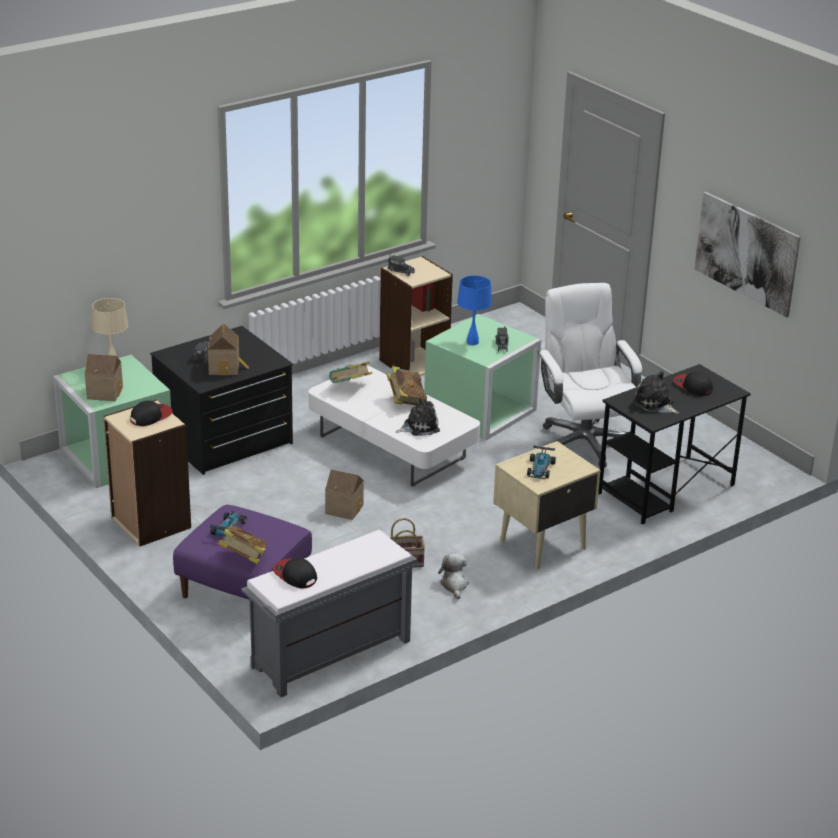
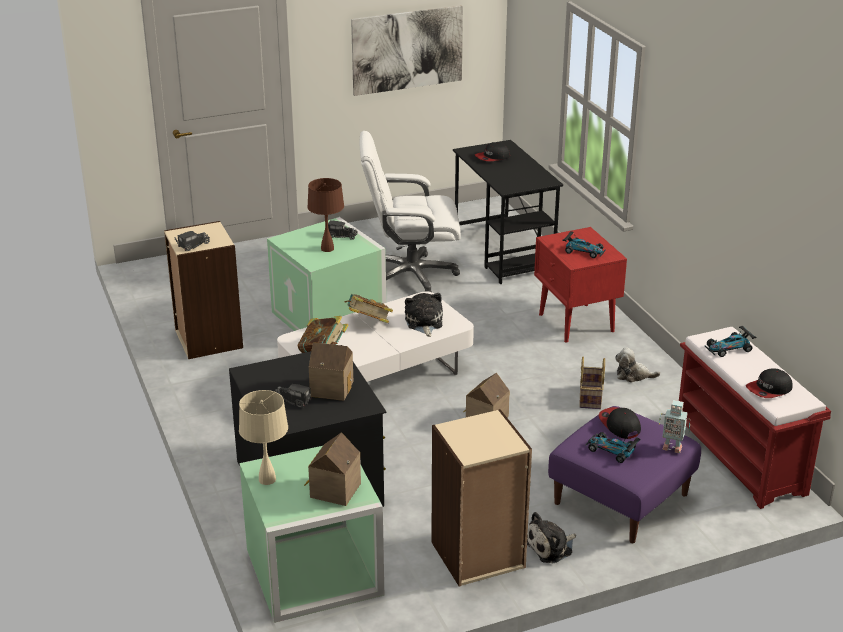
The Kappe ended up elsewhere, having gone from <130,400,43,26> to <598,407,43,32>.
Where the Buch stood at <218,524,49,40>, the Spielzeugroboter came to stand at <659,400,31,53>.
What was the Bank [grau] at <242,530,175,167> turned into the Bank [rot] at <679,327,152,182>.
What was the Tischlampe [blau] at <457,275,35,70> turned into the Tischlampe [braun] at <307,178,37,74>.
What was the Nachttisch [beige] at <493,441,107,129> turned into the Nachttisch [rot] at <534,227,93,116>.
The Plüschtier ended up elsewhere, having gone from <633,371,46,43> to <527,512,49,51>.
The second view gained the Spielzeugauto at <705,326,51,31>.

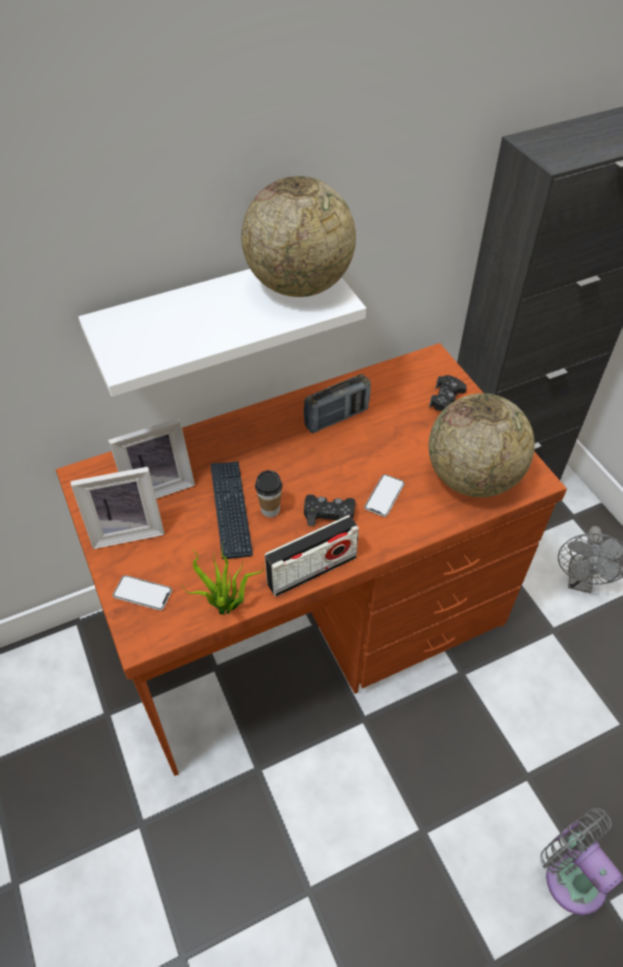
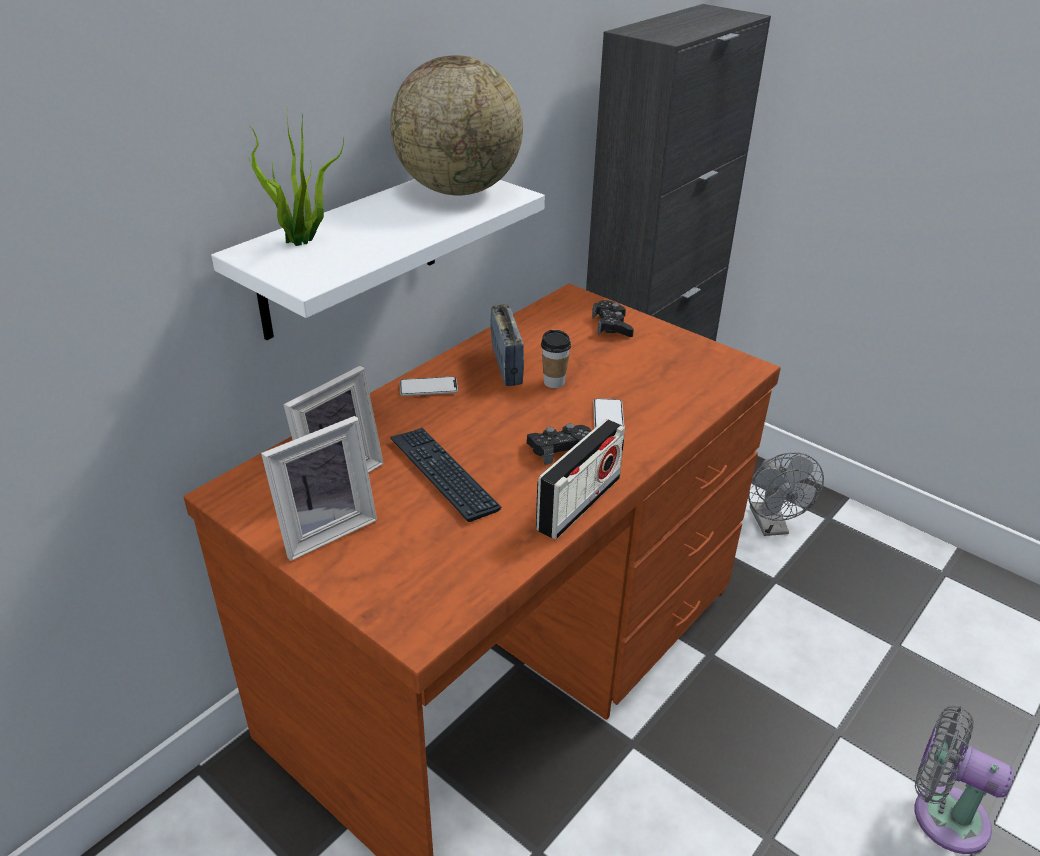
The Handy ended up elsewhere, having gone from <113,575,59,35> to <399,376,59,20>.
The Topfpflanze ended up elsewhere, having gone from <182,540,82,74> to <248,106,96,140>.
The Tasse ended up elsewhere, having gone from <255,470,28,47> to <541,330,30,58>.
The Radio at <304,374,67,59> ended up facing another way, 45 degrees counterclockwise from before.
The second view lost the Globus at <428,393,107,104>.

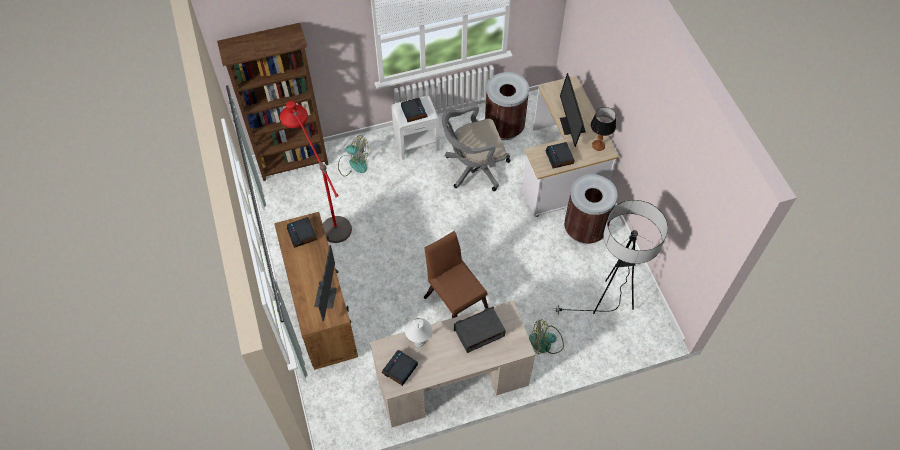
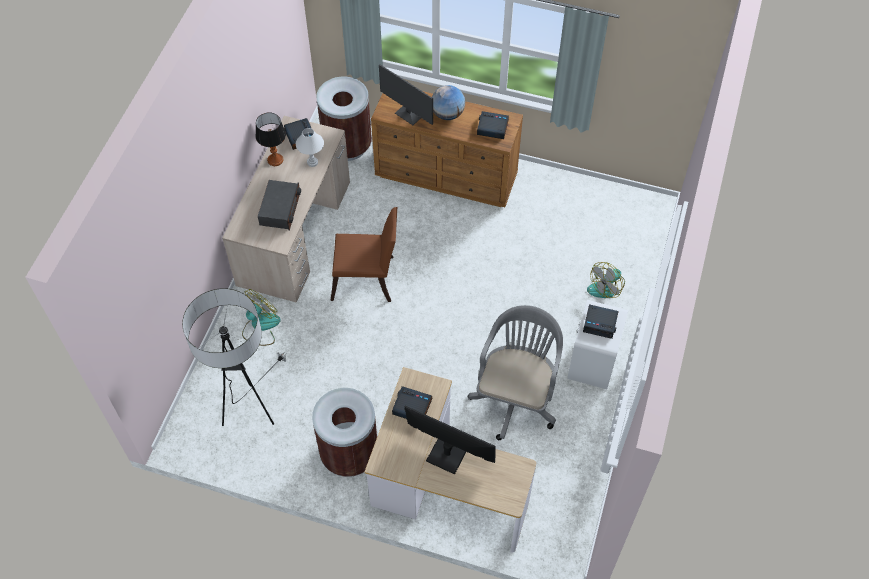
The second view lost the Bücherregal [braun] at <217,23,112,158>.
The second view lost the Stehlampe [rot] at <280,101,72,142>.
The Mülleimer [braun] ended up elsewhere, having gone from <485,72,44,68> to <316,77,56,84>.
The Tischlampe ended up elsewhere, having gone from <591,107,25,44> to <255,112,31,54>.
The second view gained the Globus at <432,85,33,35>.

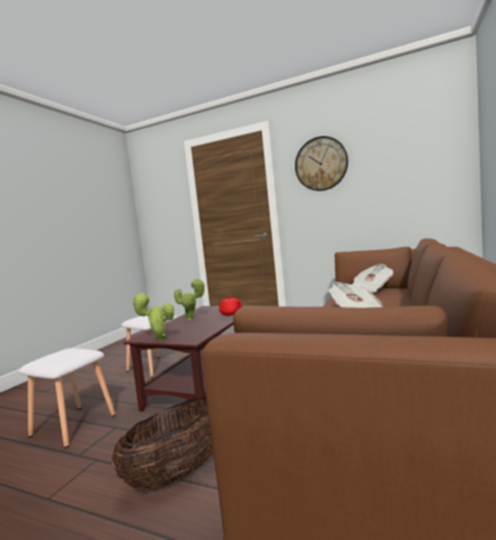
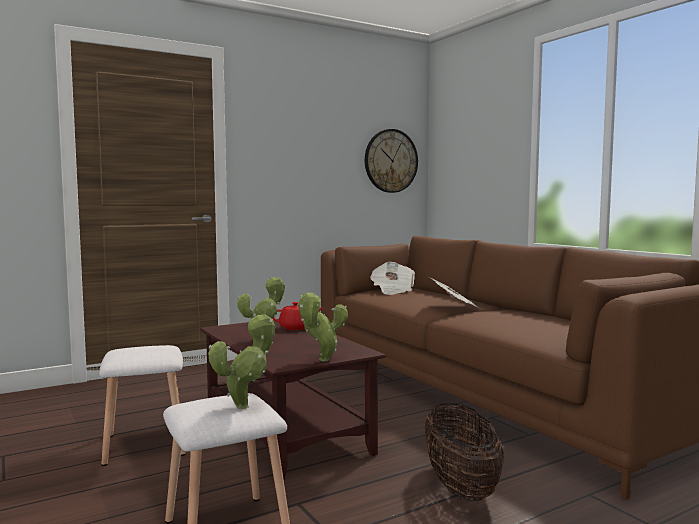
The Wanduhr ended up elsewhere, having gone from <295,136,53,55> to <365,129,53,64>.
The second view gained the Topfpflanze at <208,314,68,95>.

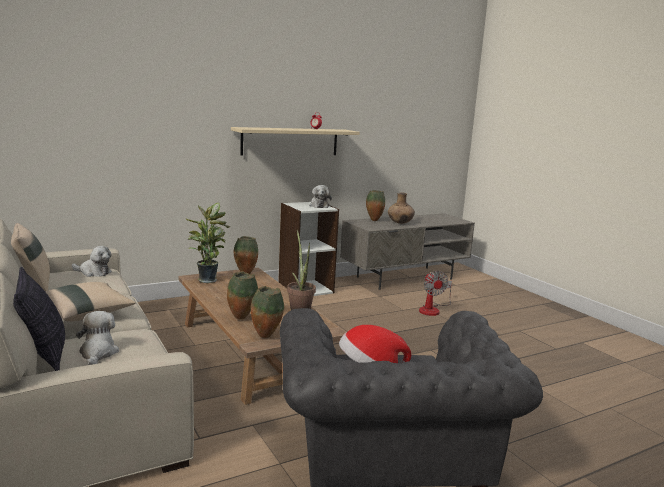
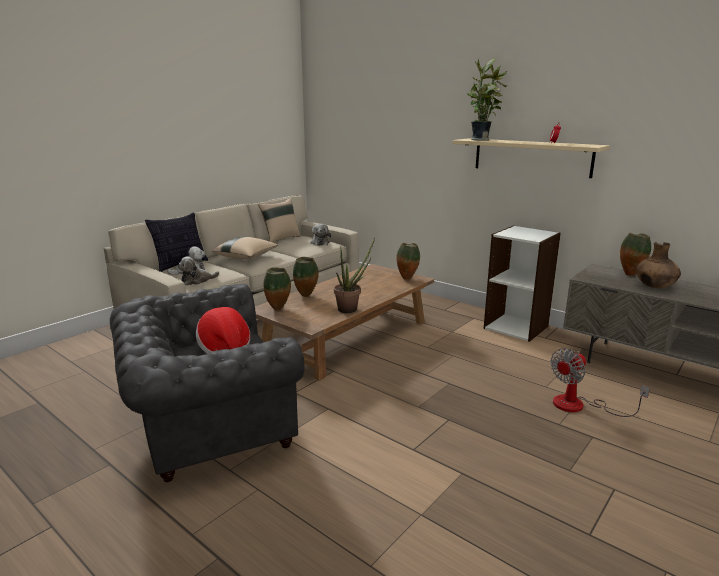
The Topfpflanze ended up elsewhere, having gone from <186,203,44,80> to <467,58,41,83>.
The Plüschtier ended up elsewhere, having gone from <309,185,23,23> to <178,256,41,29>.

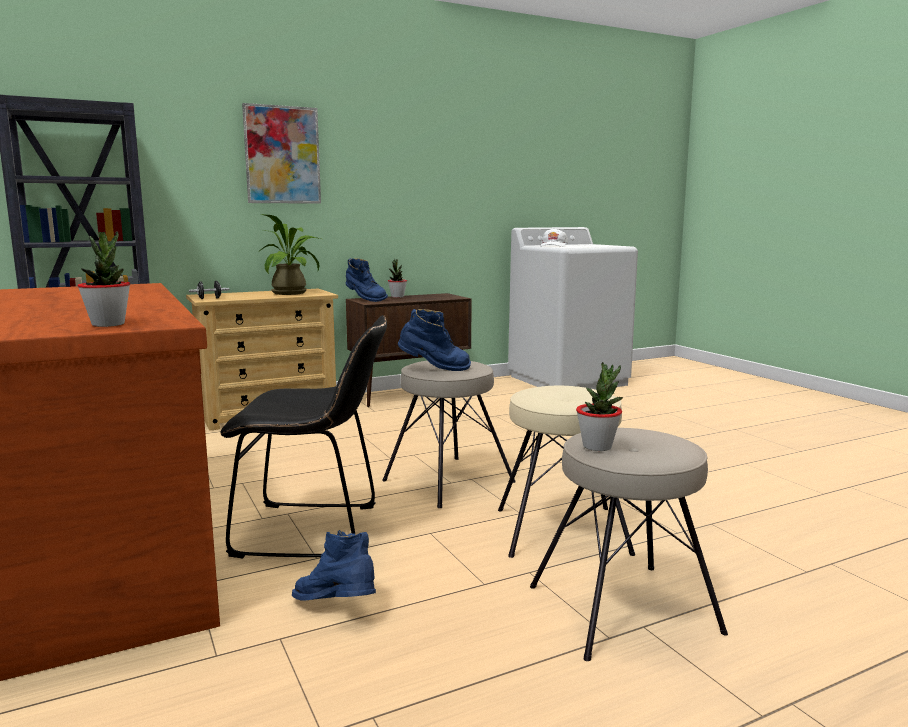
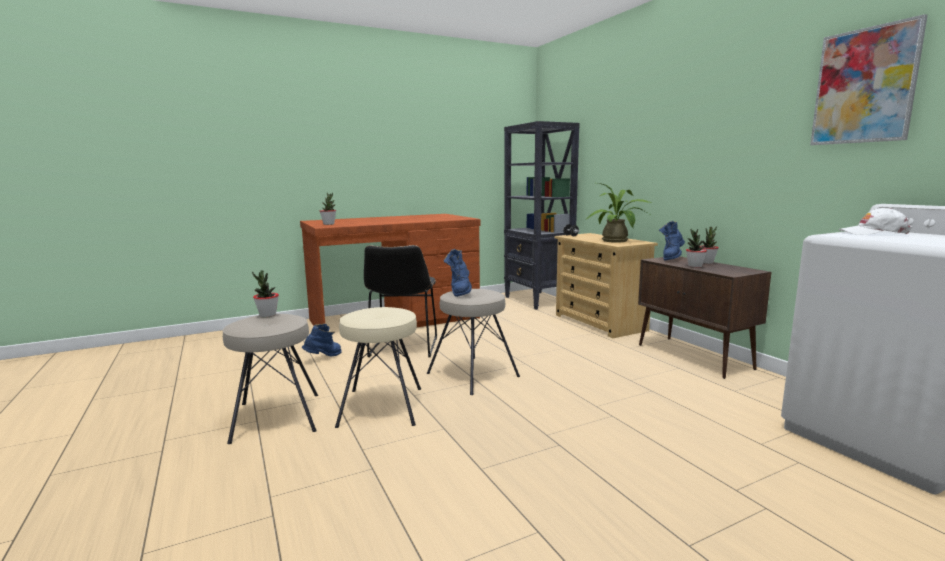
The Bild ended up elsewhere, having gone from <242,103,79,101> to <810,14,118,131>.
The second view gained the Topfpflanze at <686,229,21,39>.

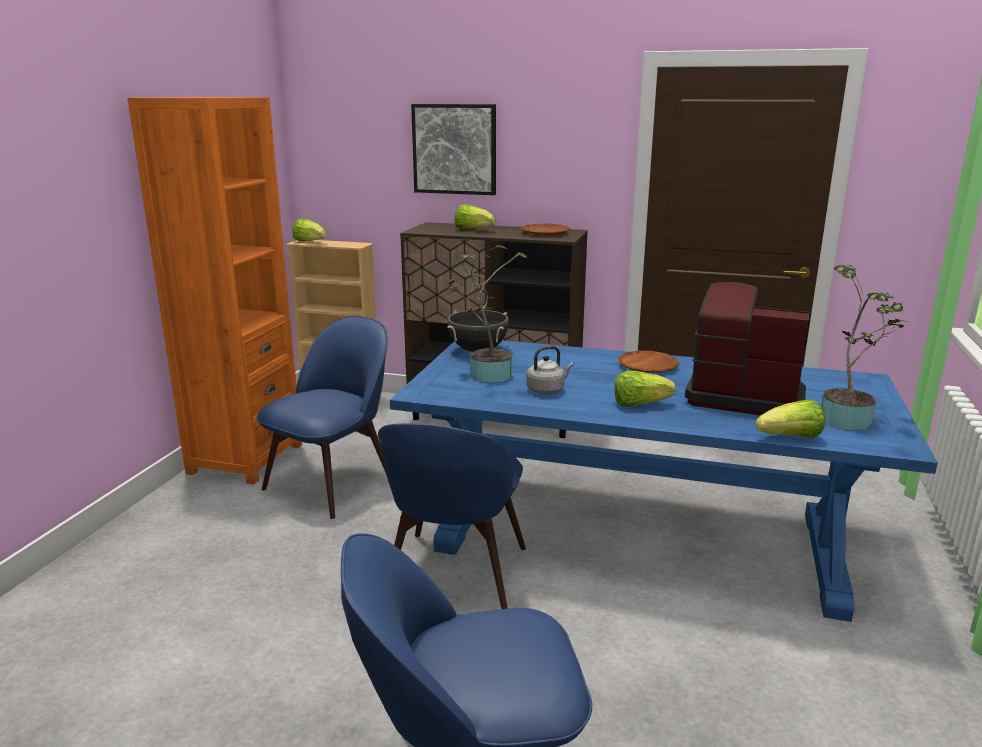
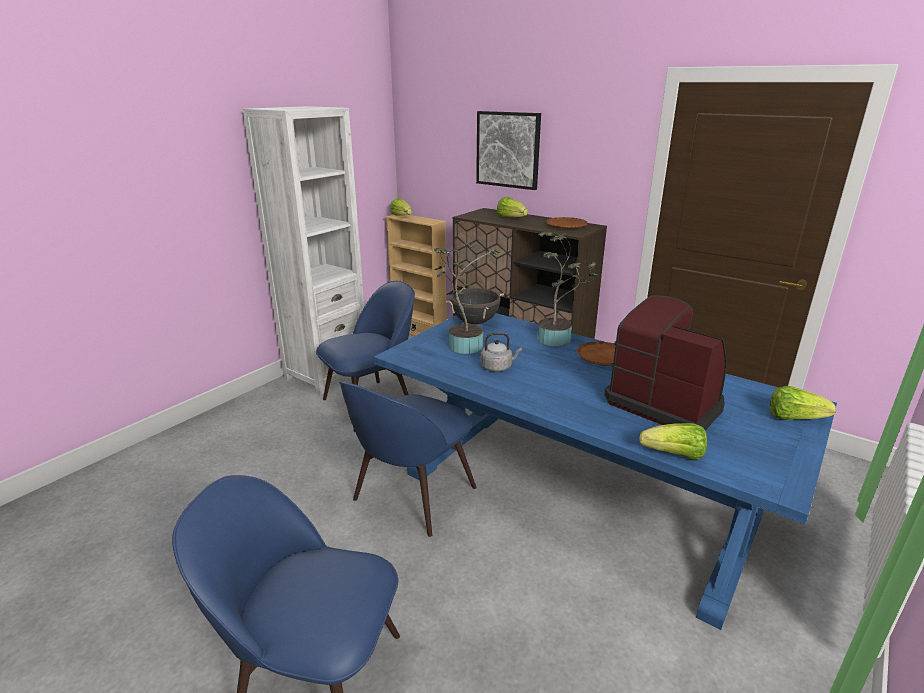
What was the Bücherregal [orange] at <127,97,175,388> turned into the Bücherregal [weiß] at <242,106,123,289>.
The Salatkopf ended up elsewhere, having gone from <614,370,62,37> to <770,386,66,34>.
The Topfpflanze ended up elsewhere, having gone from <821,265,87,165> to <537,232,61,115>.

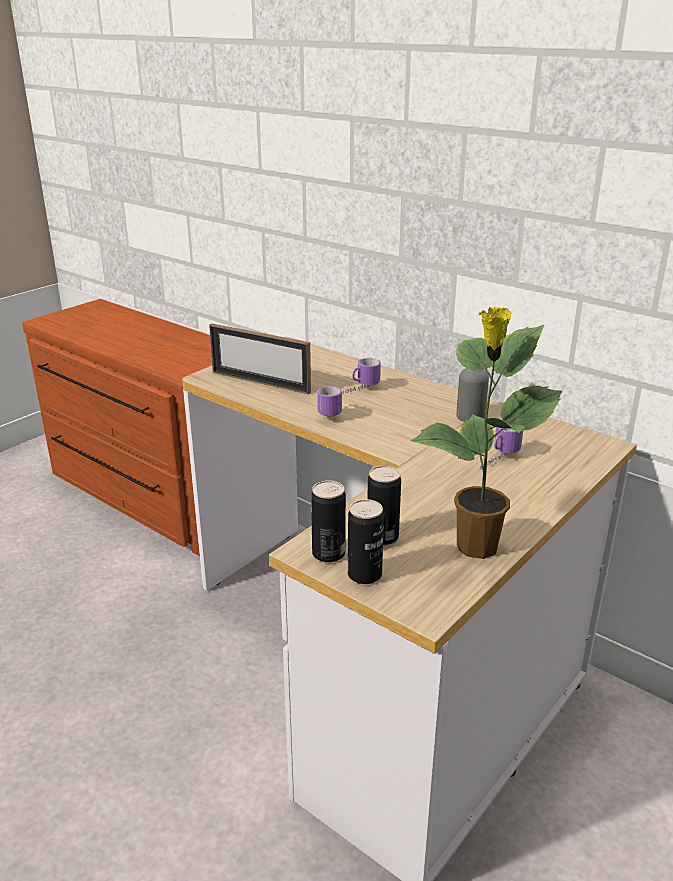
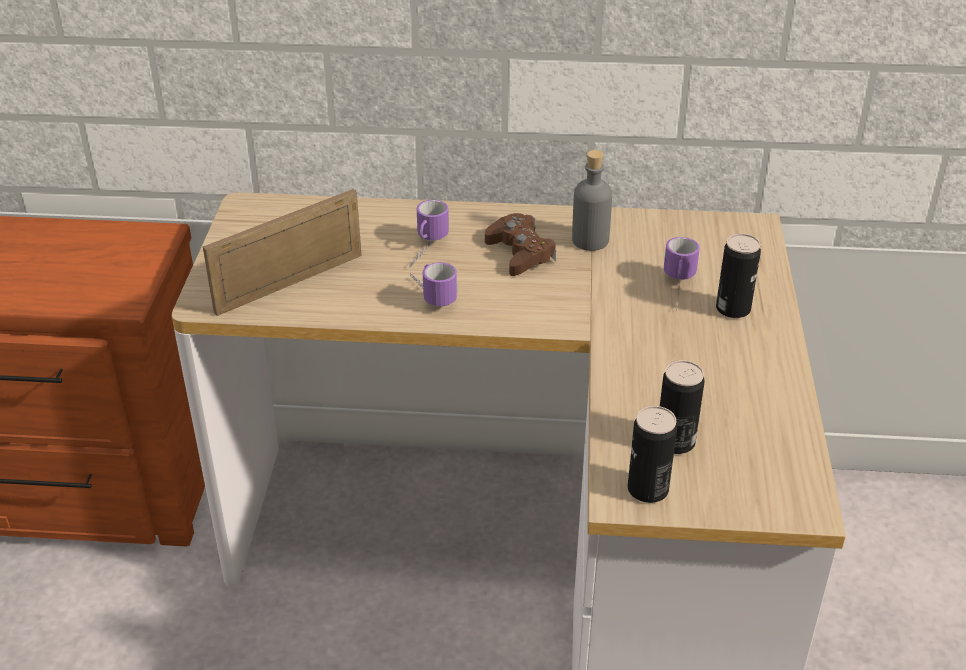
The Bilderrahmen at <209,323,102,71> ended up facing another way, 150 degrees clockwise from before.
The Dose ended up elsewhere, having gone from <348,499,36,85> to <716,234,45,84>.
The second view lost the Topfpflanze at <411,307,151,252>.
The second view gained the Gamepad [braun] at <485,213,71,63>.

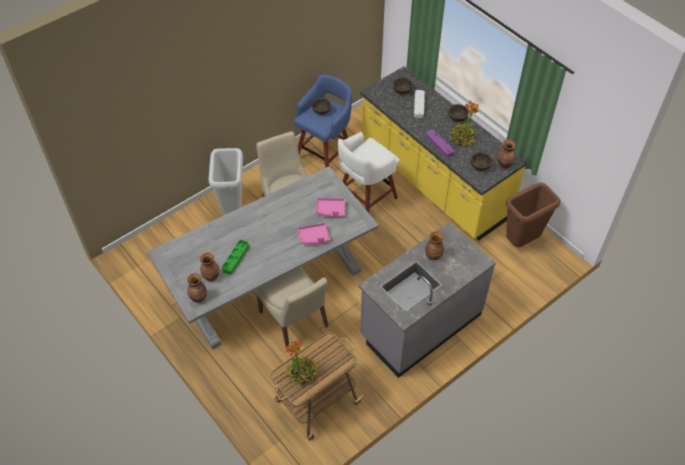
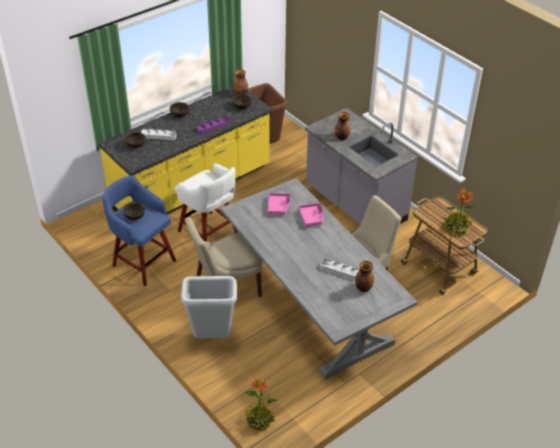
The second view lost the Vase at <187,273,20,30>.
What was the Tablett [grün] at <222,240,27,35> turned into the Tablett [grau] at <320,259,39,21>.
The Topfpflanze ended up elsewhere, having gone from <449,100,30,46> to <245,379,32,51>.

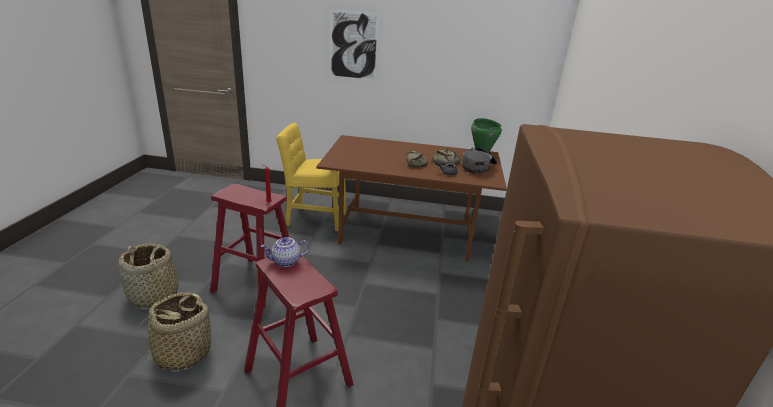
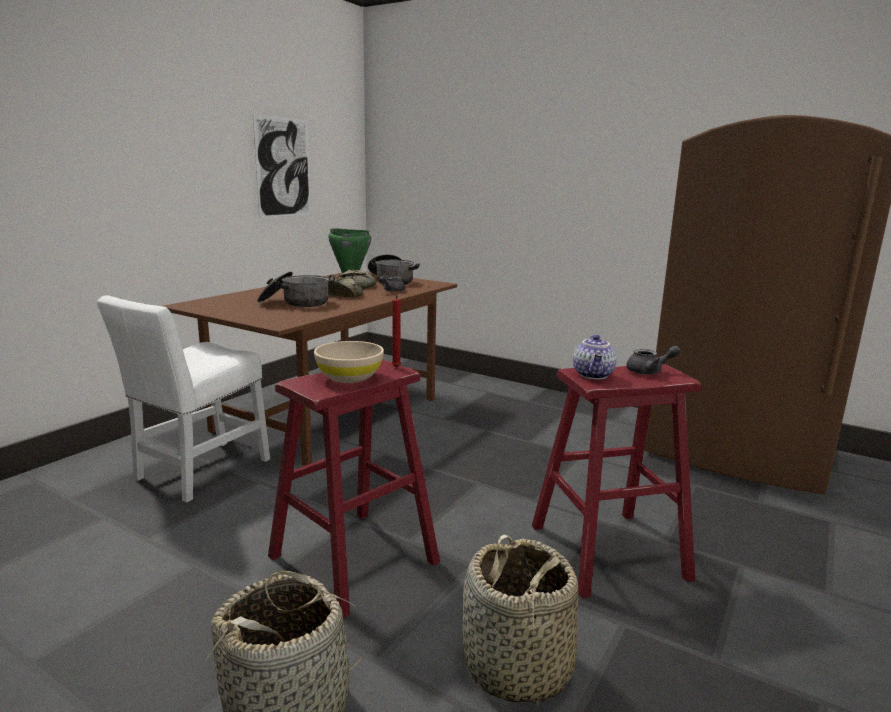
What was the Stuhl [gelb] at <276,123,70,108> turned into the Stuhl [weiß] at <97,295,173,208>.
The Bild ended up elsewhere, having gone from <330,9,49,72> to <253,114,58,104>.
The second view gained the Kochtopf at <257,271,78,36>.
The second view gained the Schüssel [beige] at <314,341,70,42>.
The second view gained the Teekanne [grau] at <626,346,55,29>.

